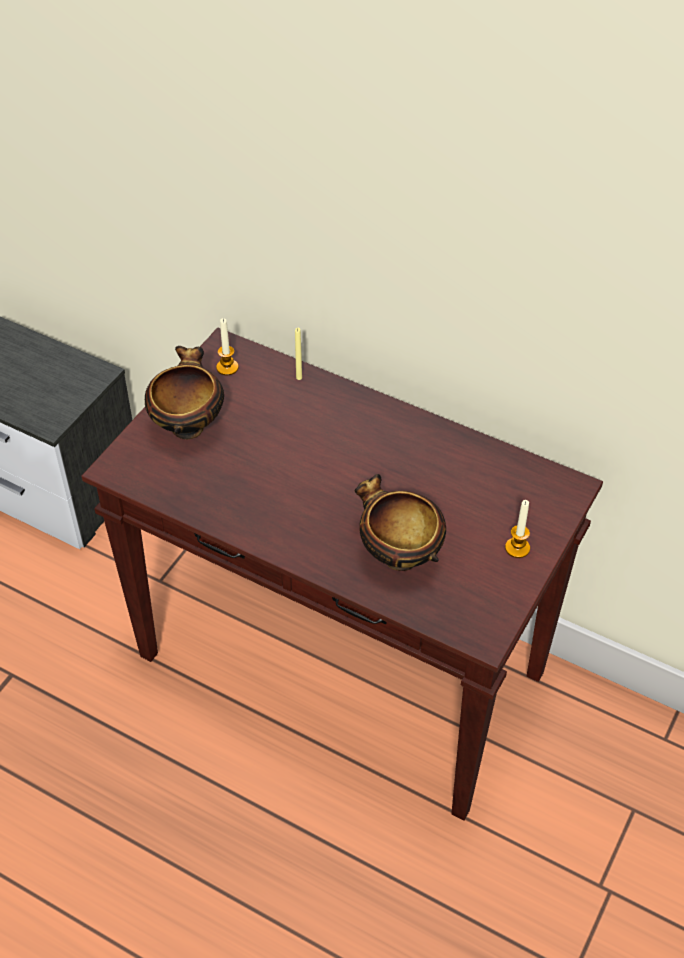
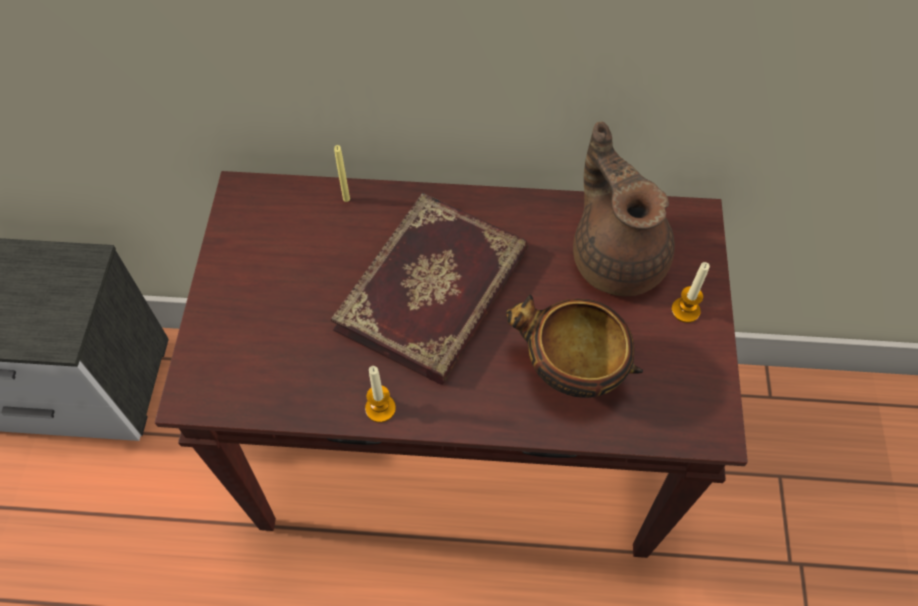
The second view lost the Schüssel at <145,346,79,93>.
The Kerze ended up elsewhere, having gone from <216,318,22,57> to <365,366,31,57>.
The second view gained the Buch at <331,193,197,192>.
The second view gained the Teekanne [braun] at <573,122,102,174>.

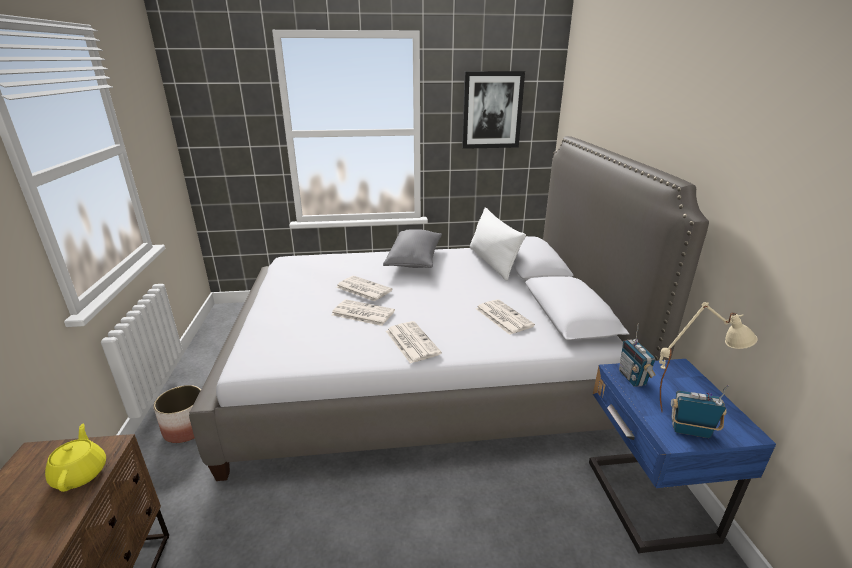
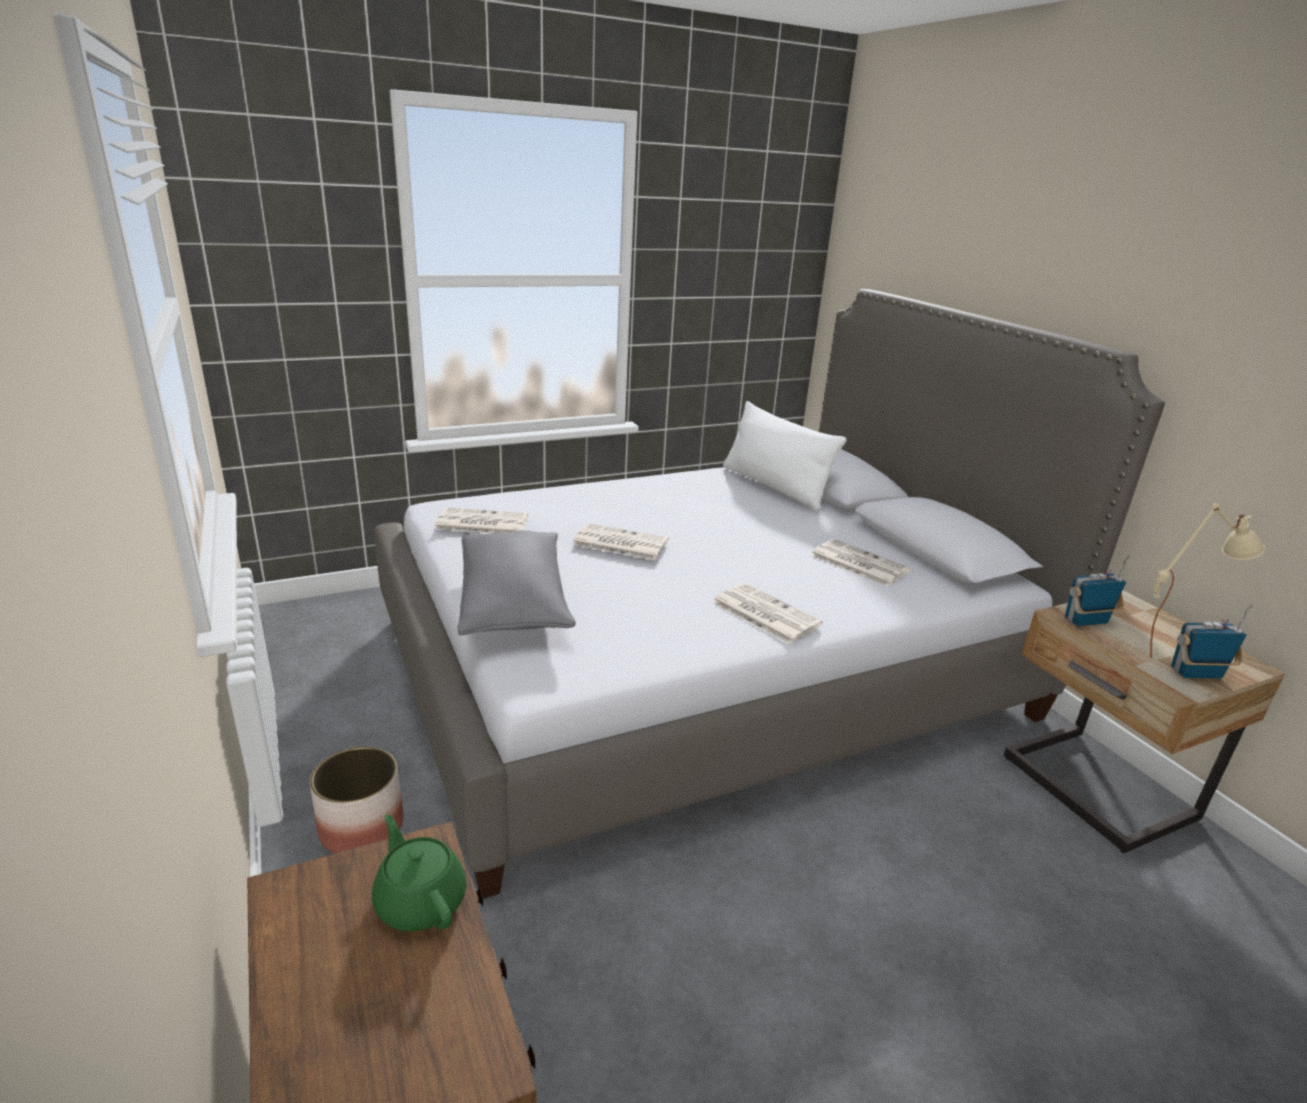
What was the Teekanne [gelb] at <45,424,61,68> turned into the Teekanne [grün] at <372,814,94,117>.
The Zeitung ended up elsewhere, having gone from <331,299,64,27> to <434,507,94,26>.
The Kissen [grau] ended up elsewhere, having gone from <383,229,59,39> to <457,530,119,105>.
The second view lost the Bild at <462,71,63,78>.
What was the Nachttisch [blau] at <589,359,187,194> turned into the Nachttisch [beige] at <1004,590,281,263>.
The Radio at <619,324,37,63> ended up facing another way, 105 degrees clockwise from before.

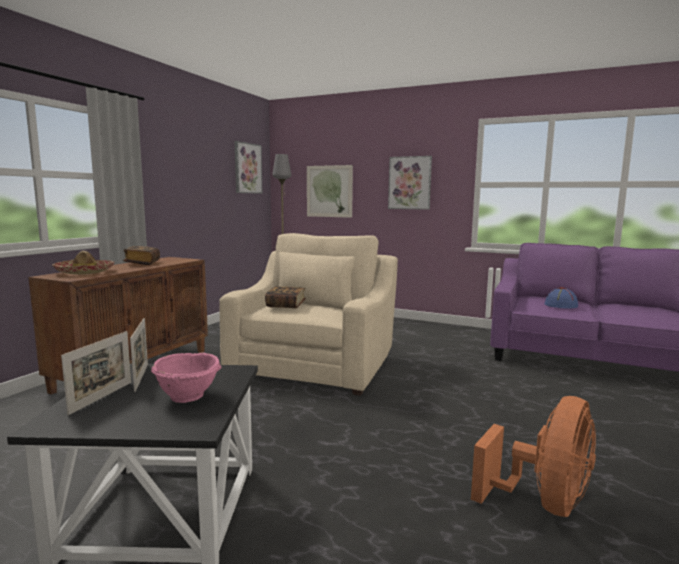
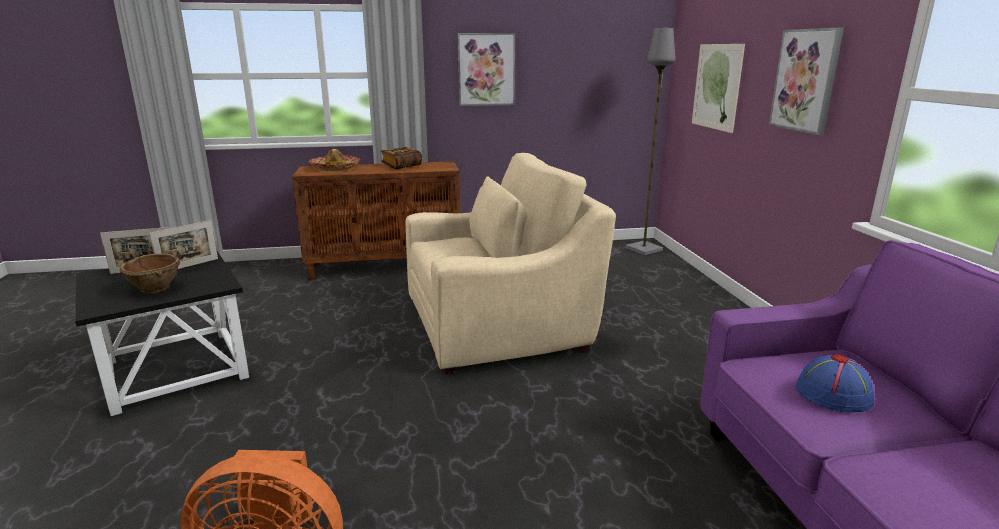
What was the Schüssel [rosa] at <151,353,71,50> turned into the Schüssel [braun] at <120,254,60,40>.
The Bild ended up elsewhere, having gone from <235,141,27,53> to <457,33,58,73>.
The second view lost the Buch at <265,286,41,22>.

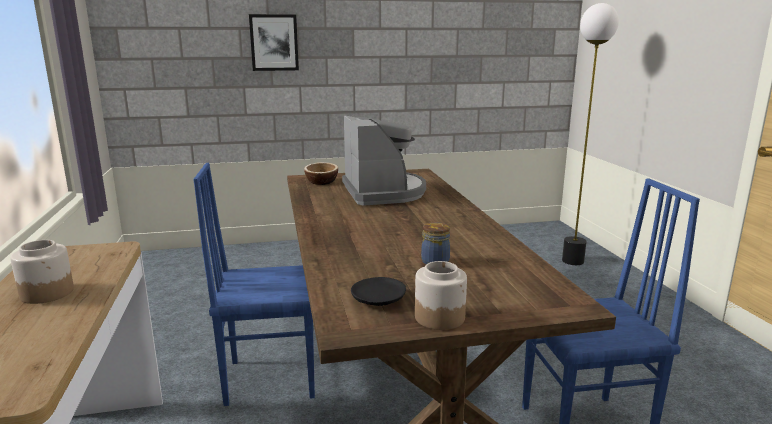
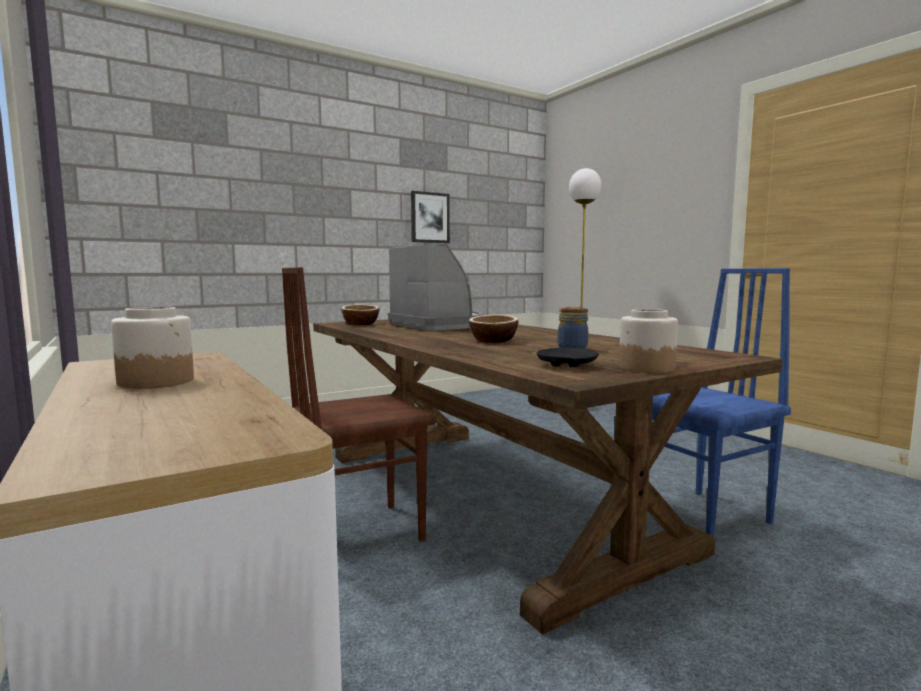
What was the Stuhl [blau] at <193,163,122,243> turned into the Stuhl [braun] at <282,267,154,275>.
The Bild ended up elsewhere, having gone from <249,14,50,57> to <411,191,39,52>.
The second view gained the Schüssel at <469,315,50,28>.

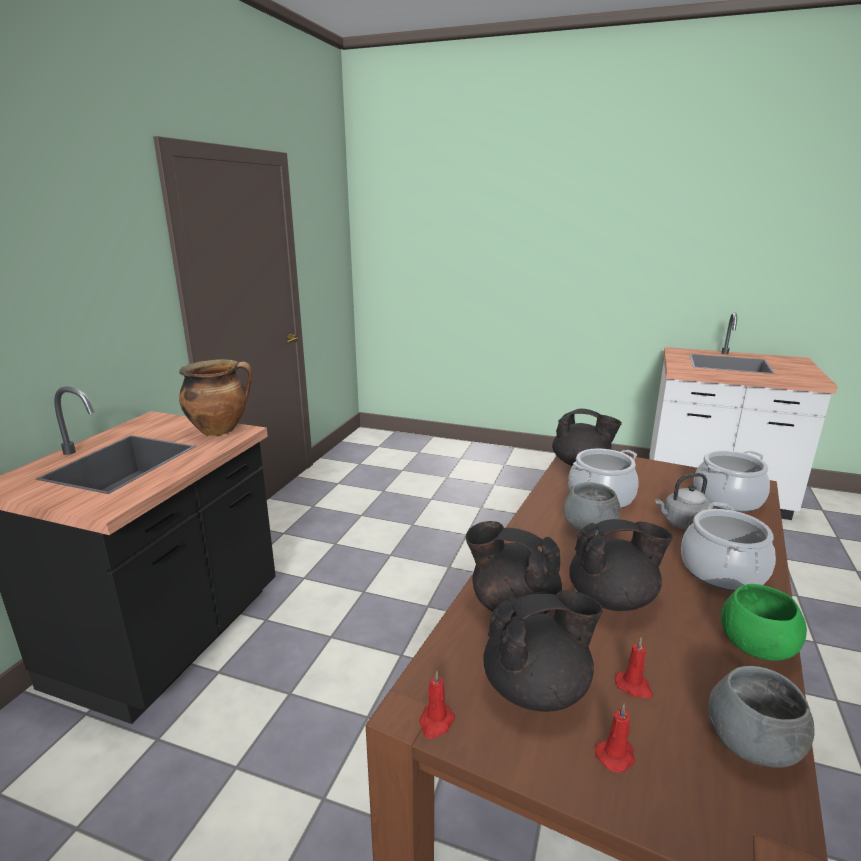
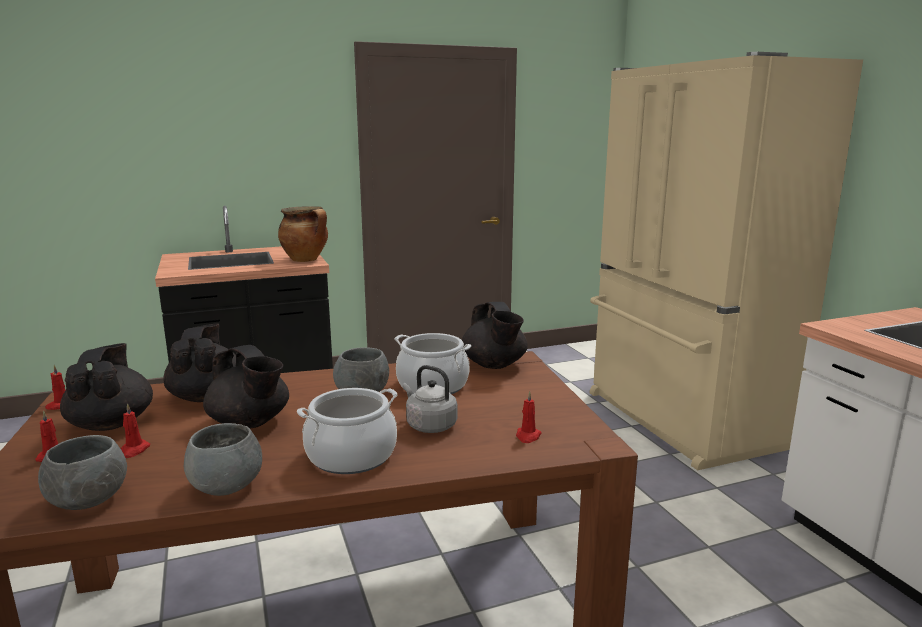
The Teekanne [schwarz] at <483,590,120,122> ended up facing another way, 135 degrees counterclockwise from before.
Where the Kochtopf stood at <694,450,76,62>, the Kerze [rot] came to stand at <516,391,26,52>.
What was the Schüssel [grün] at <721,584,86,77> turned into the Schüssel [grau] at <184,423,78,73>.
The second view gained the Kühlschrank [beige] at <590,52,273,419>.

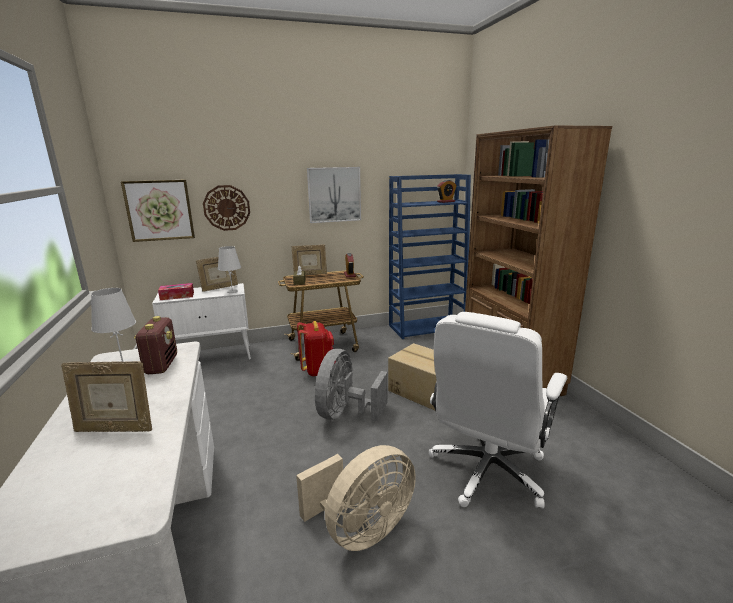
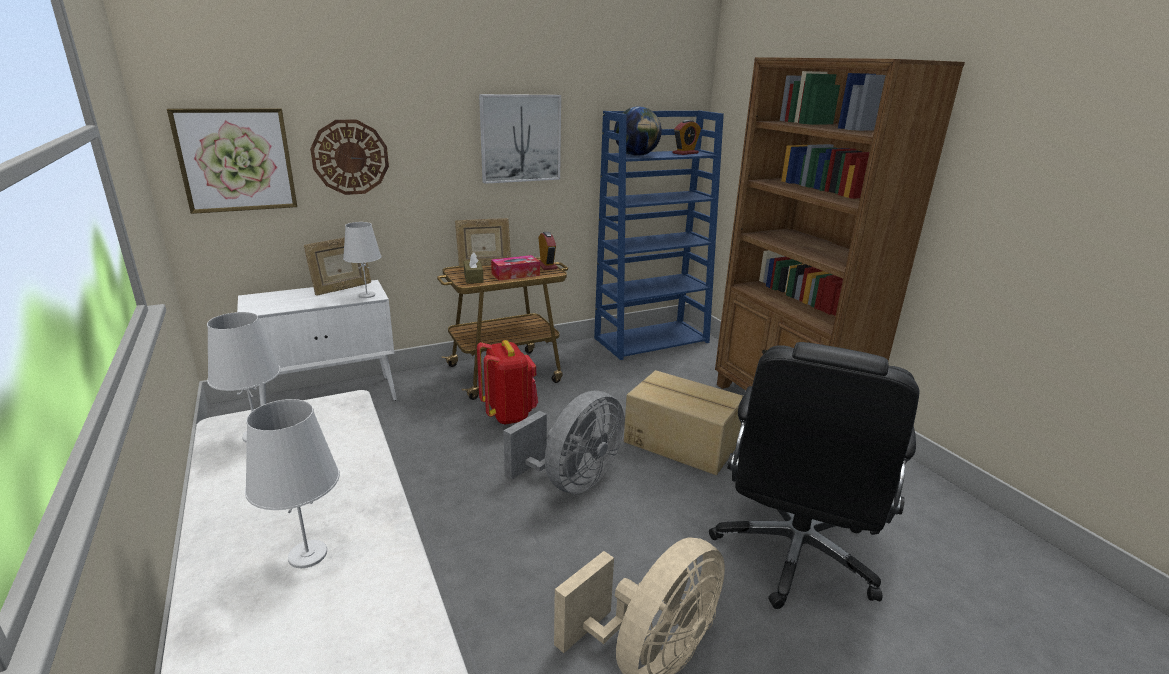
Where the Bilderrahmen stood at <61,361,91,71>, the Tischlampe [weiß] came to stand at <245,399,95,169>.
The second view lost the Radio at <134,316,43,58>.
The Taschentuchbox ended up elsewhere, having gone from <158,283,36,17> to <491,255,49,26>.
The Ventilator [grau] at <315,349,72,72> ended up facing another way, 150 degrees counterclockwise from before.
What was the Bürostuhl [weiß] at <429,312,138,197> turned into the Bürostuhl [schwarz] at <709,342,211,267>.
The second view gained the Globus at <614,106,48,50>.

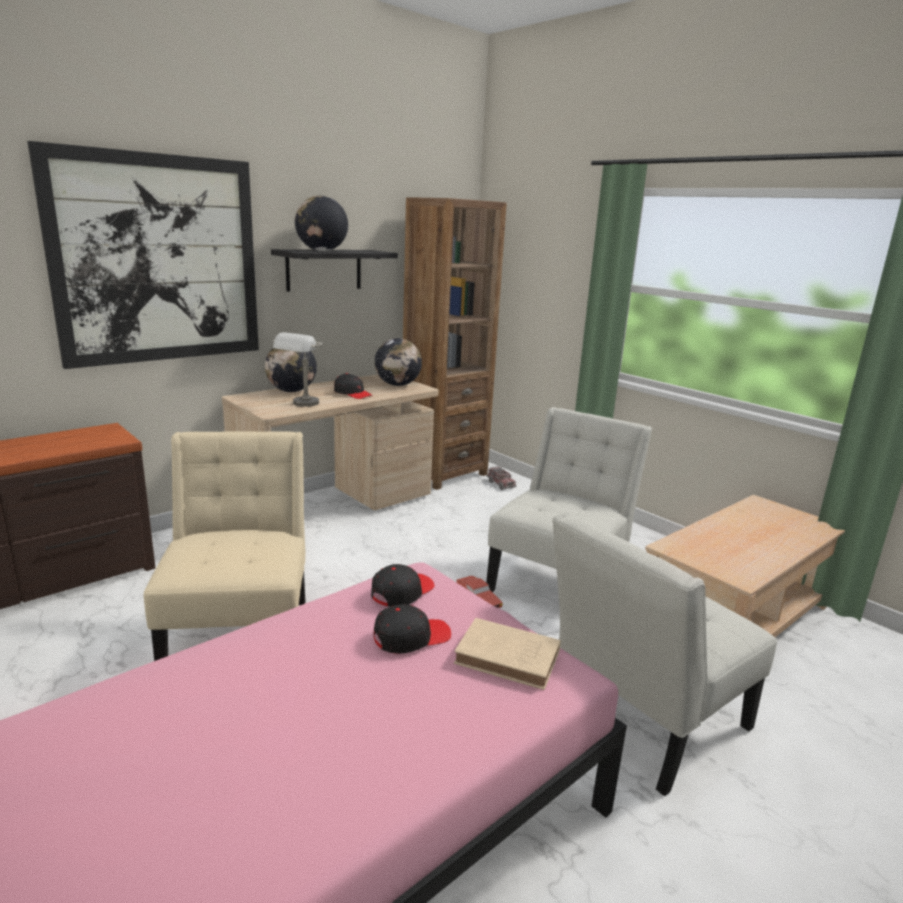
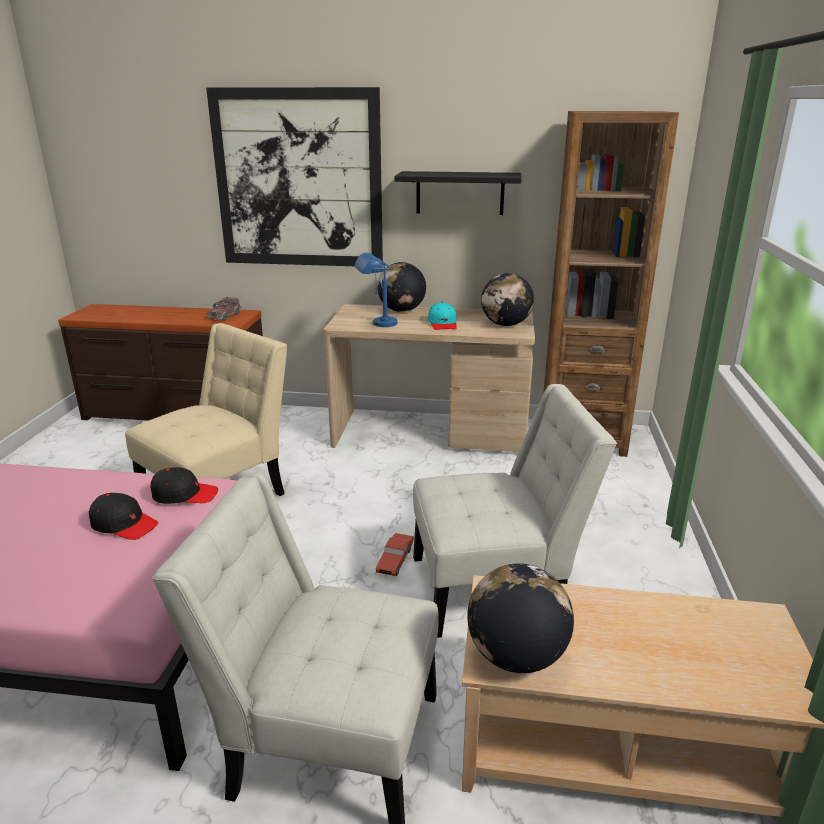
What was the Tischlampe [grau] at <273,332,51,75> turned into the Tischlampe [blau] at <354,253,44,74>.
The Globus ended up elsewhere, having gone from <295,196,53,55> to <467,563,107,110>.
What was the Kappe [schwarz] at <334,373,38,26> turned into the Kappe [türkis] at <428,302,28,28>.
The second view lost the Buch [beige] at <454,618,107,72>.
The Spielzeuglaster ended up elsewhere, having gone from <486,466,30,24> to <207,297,35,24>.

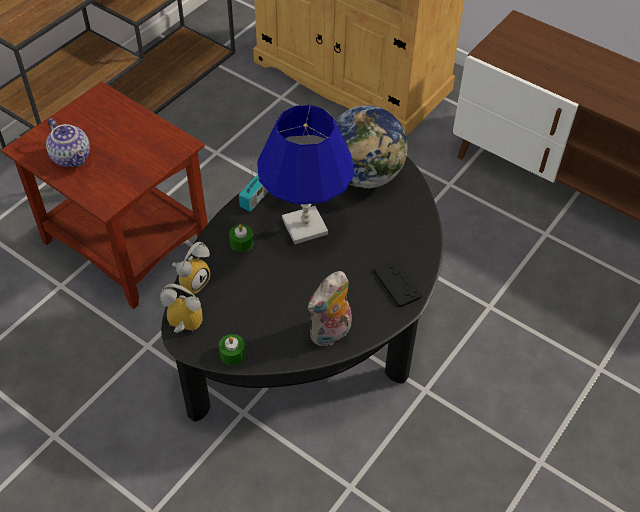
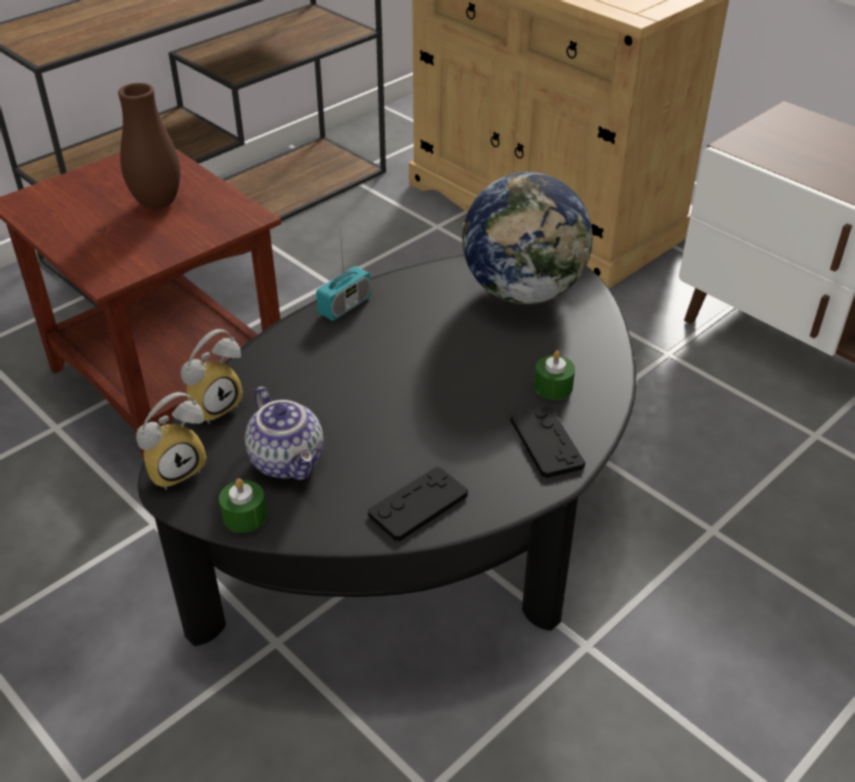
The Teekanne ended up elsewhere, having gone from <46,118,44,49> to <245,386,78,94>.
The Wecker at <160,284,43,49> ended up facing another way, 120 degrees clockwise from before.
The Kerze [grün] ended up elsewhere, having gone from <229,224,25,28> to <534,351,41,49>.
The second view lost the Tischlampe [blau] at <257,105,98,139>.
Where the Plüschtier stood at <308,271,44,75>, the Gamepad [schwarz] came to stand at <368,467,100,74>.
The second view gained the Vase [braun] at <118,83,62,126>.

